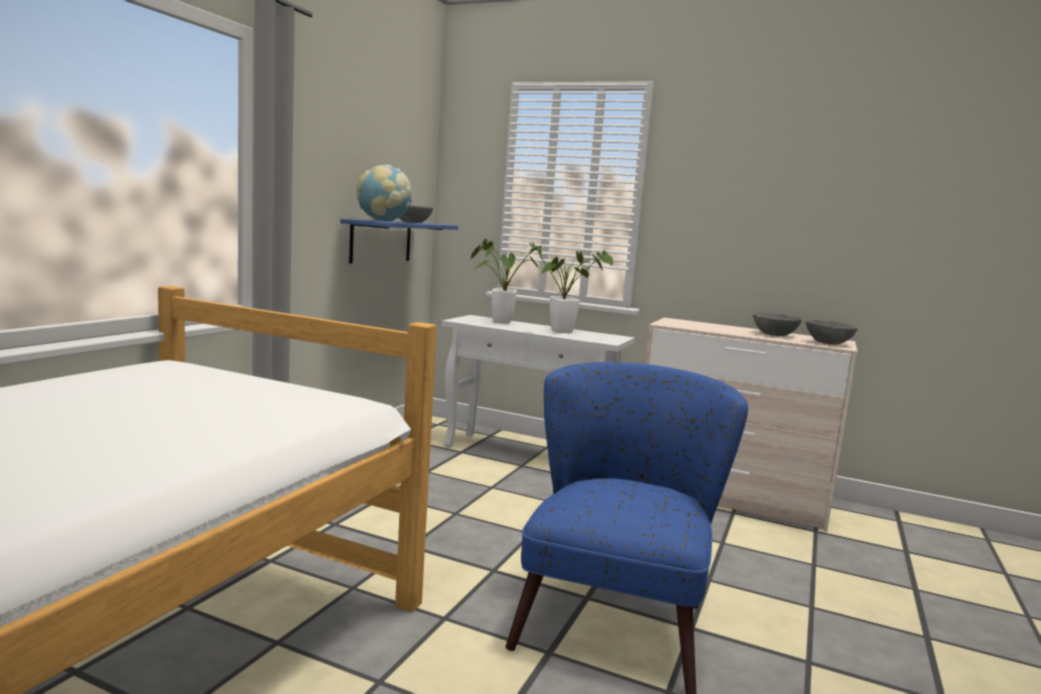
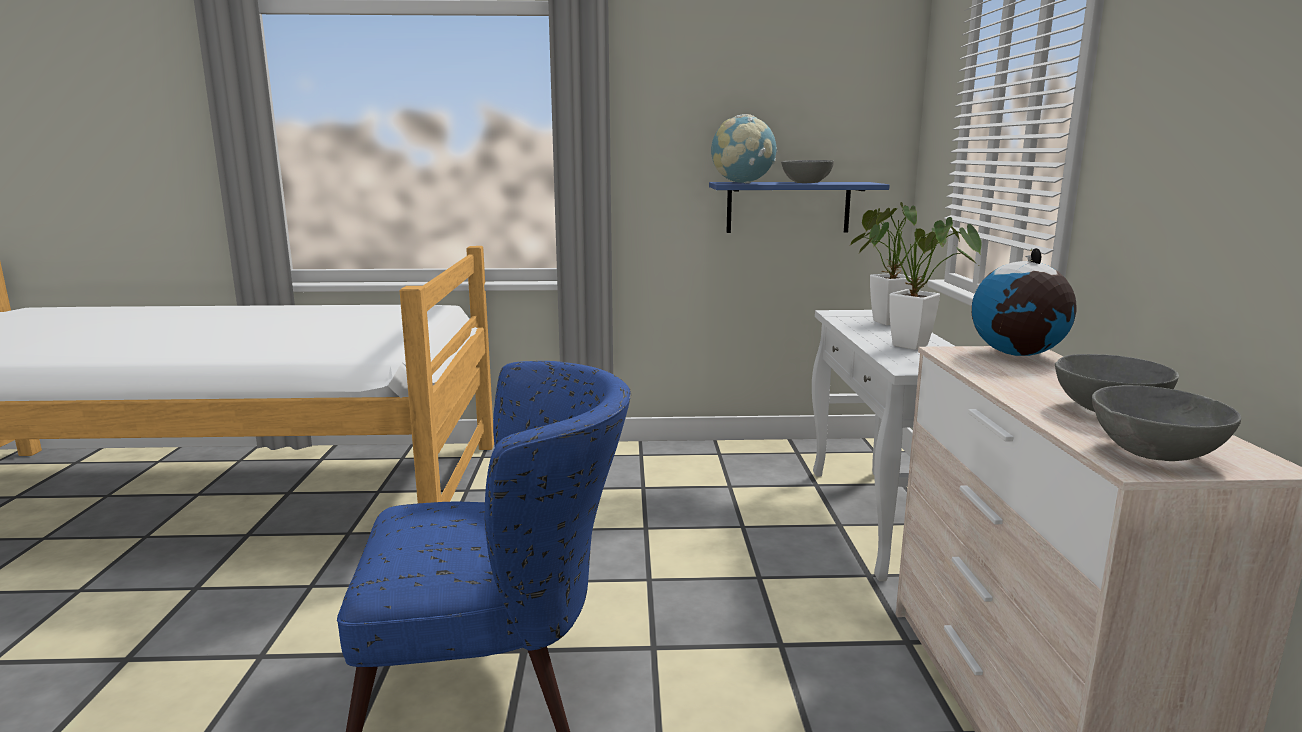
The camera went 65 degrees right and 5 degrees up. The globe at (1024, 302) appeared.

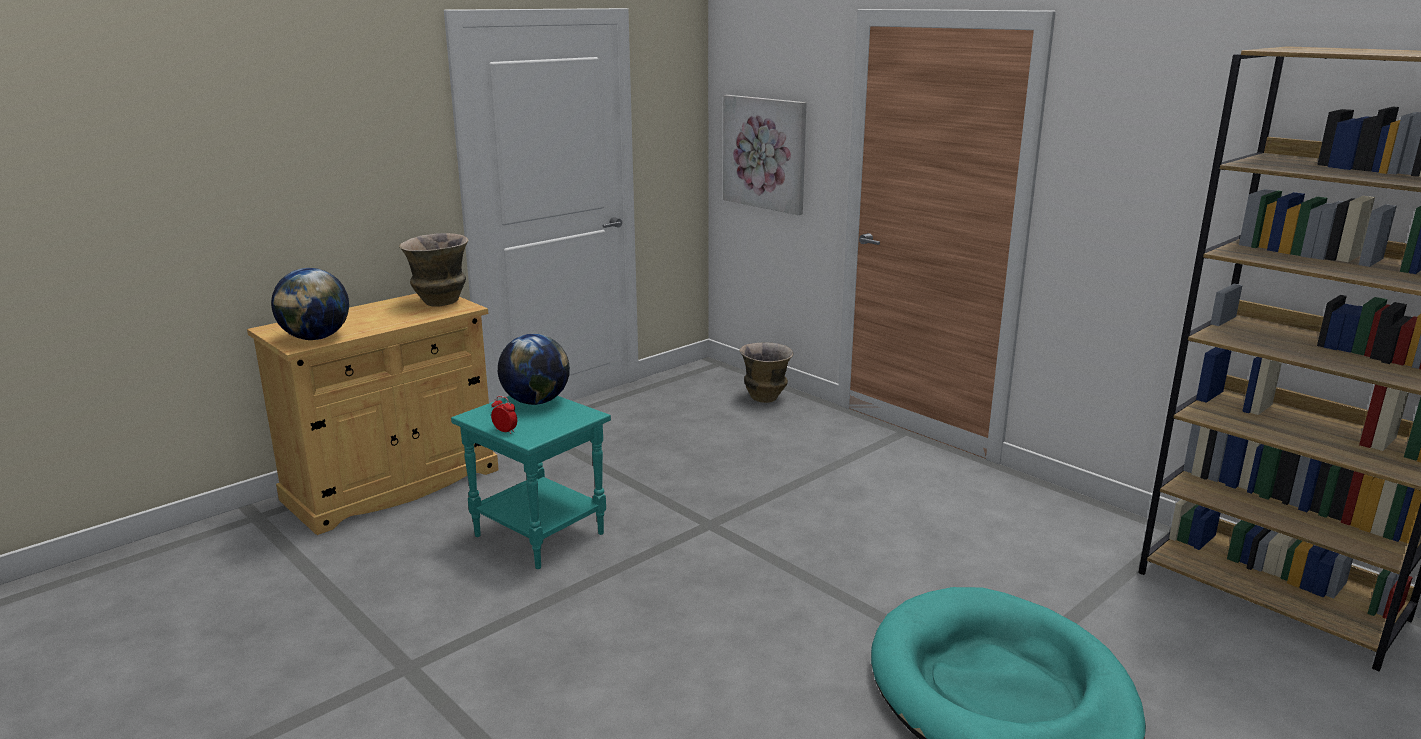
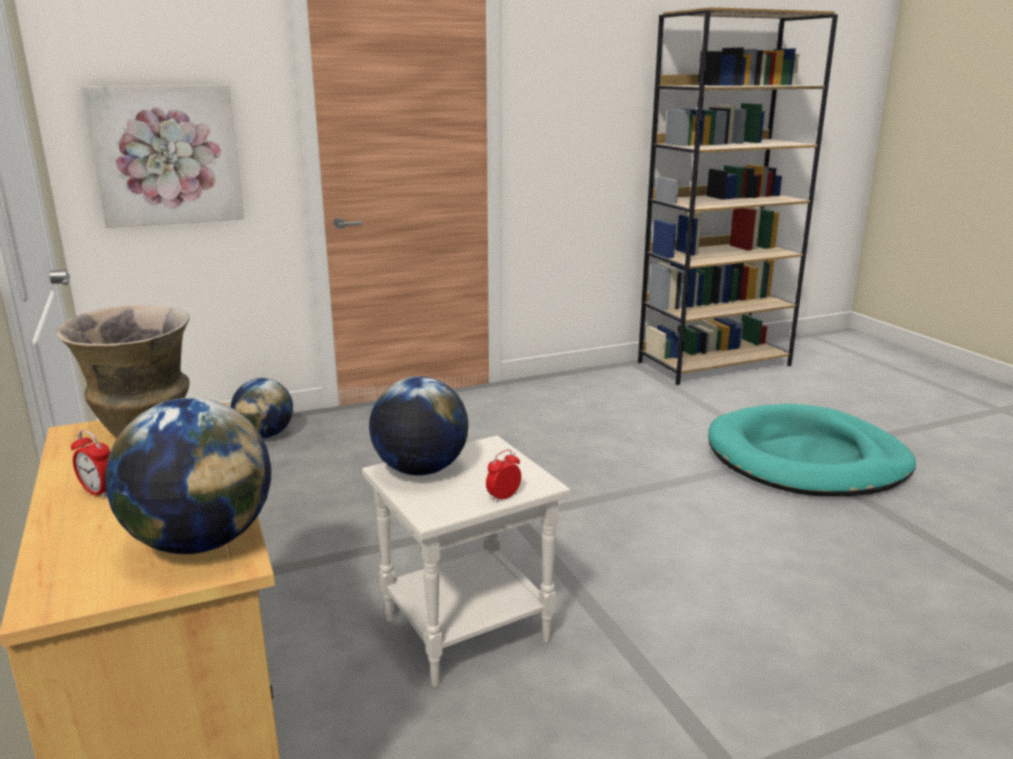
The camera went 70 degrees left and 0 degrees up. The alarm clock at (90, 464) appeared. The vase at (767, 372) was replaced by the globe at (261, 408). The side table in turquoise at (531, 482) became the side table in white at (466, 561).

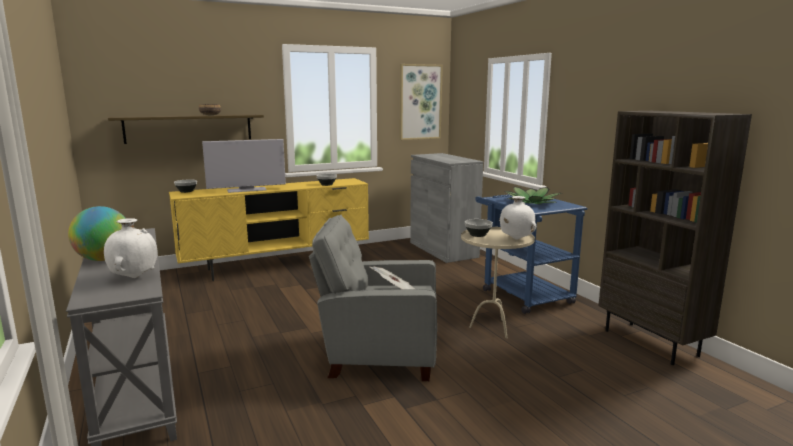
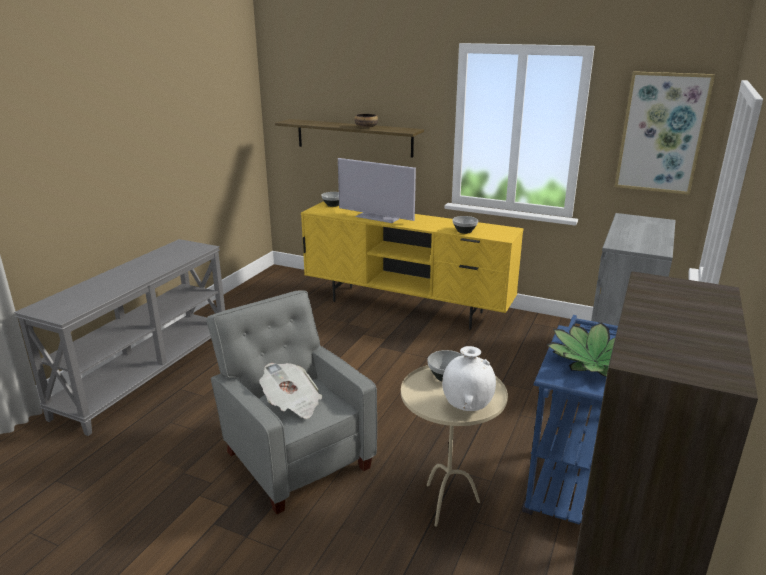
The camera went 50 degrees right and 10 degrees up. The globe at (97, 233) disappeared. The vase in white at (131, 248) disappeared.

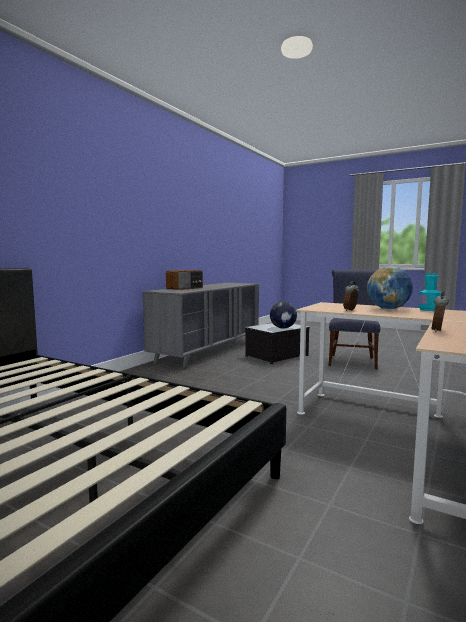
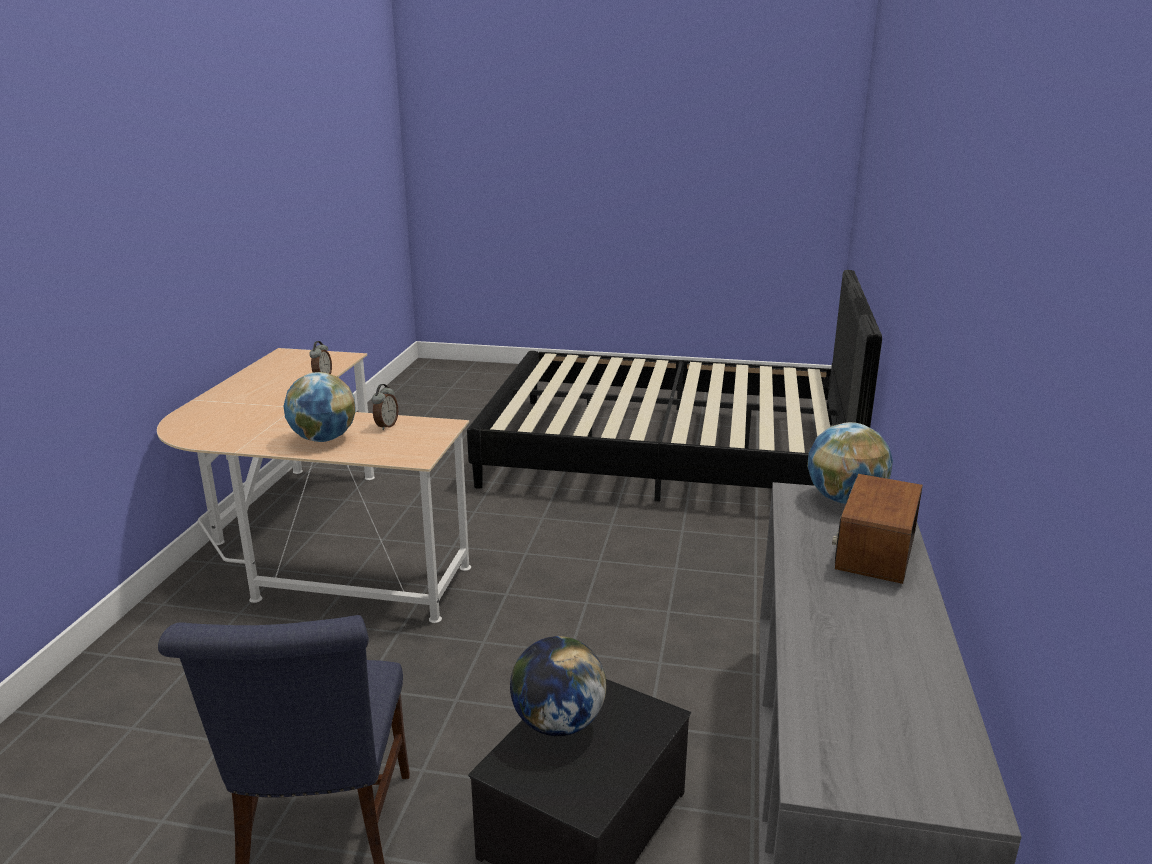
The camera went 160 degrees right and 15 degrees up. The globe at (850, 463) appeared. The bottle in turquoise at (430, 292) disappeared.

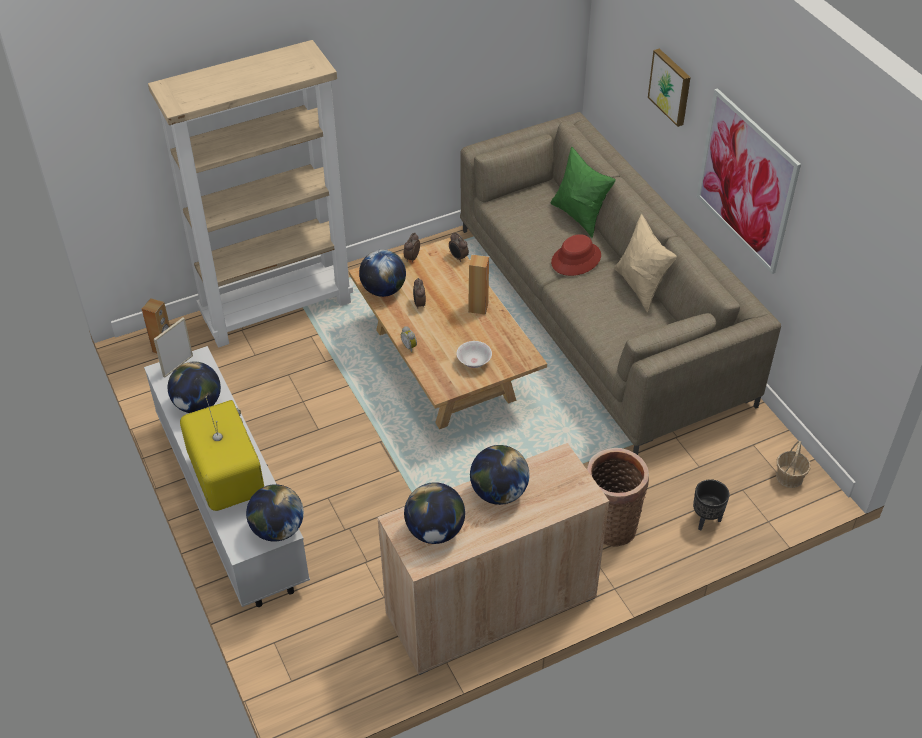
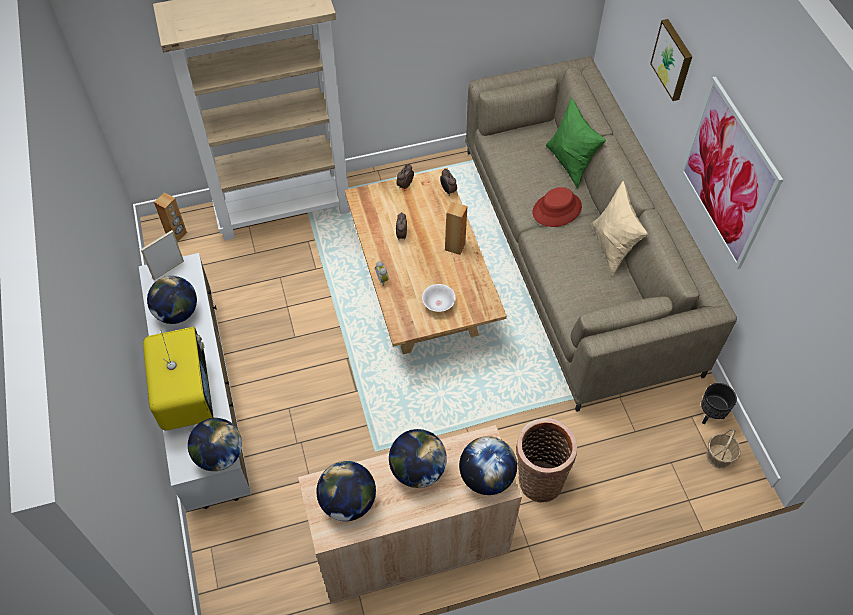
The camera went 10 degrees right and 10 degrees up. The globe moved from (382, 273) to (488, 465). The planter in black moved from (711, 504) to (719, 403).

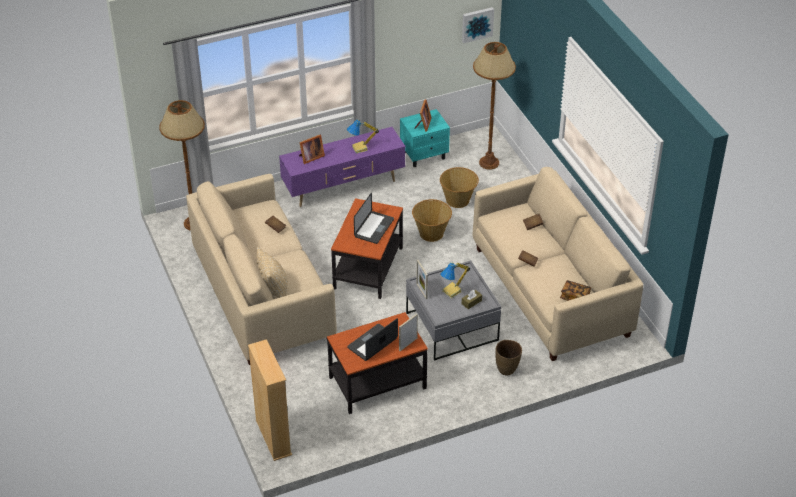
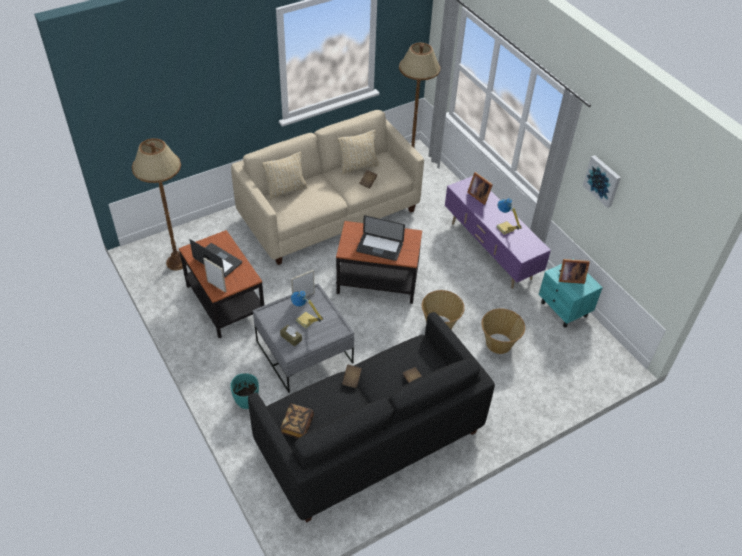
The camera went 80 degrees right and 5 degrees up. The floor lamp in brown moved from (494, 106) to (159, 204). The vase in brown at (508, 358) became the vase in turquoise at (244, 391). The sofa in beige at (558, 264) became the sofa in black at (371, 417). The pillow in beige at (358, 152) appeared. The picture moved from (478, 25) to (602, 181). The bookcase in beige at (270, 400) disappeared.

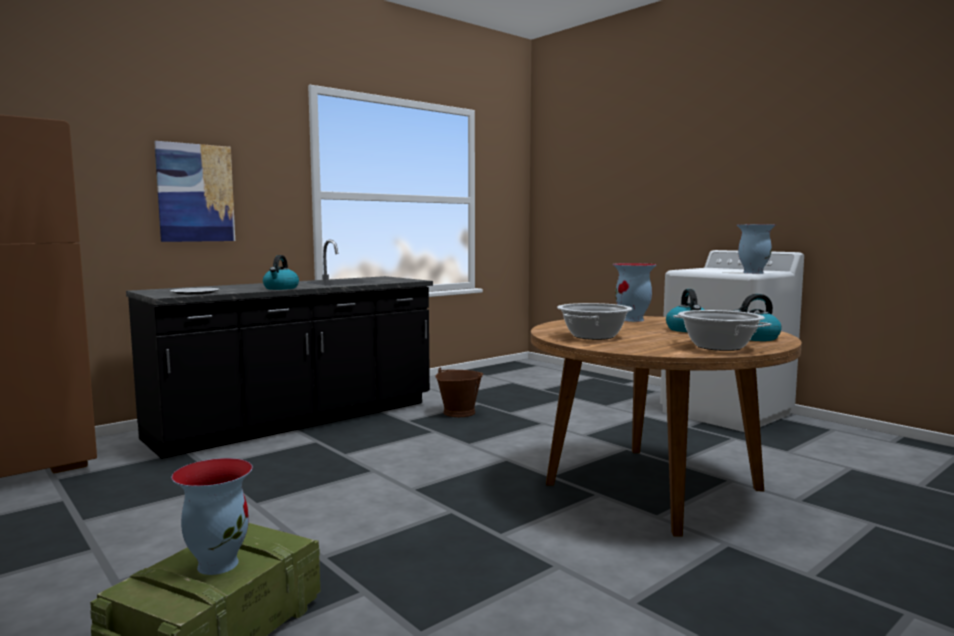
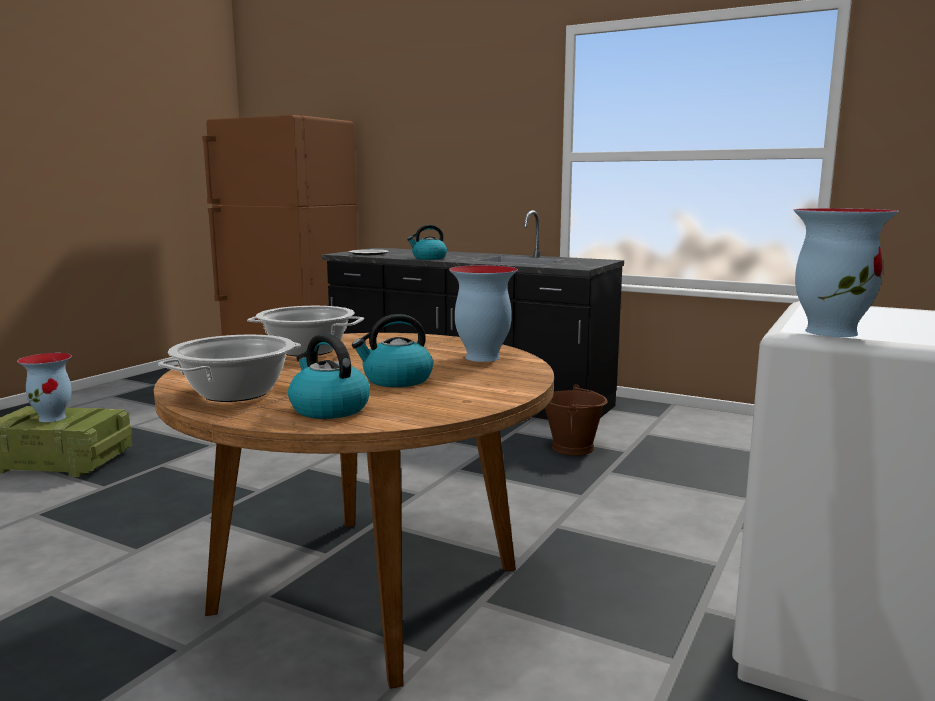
The camera went 70 degrees right and 5 degrees up. The picture at (194, 191) disappeared.

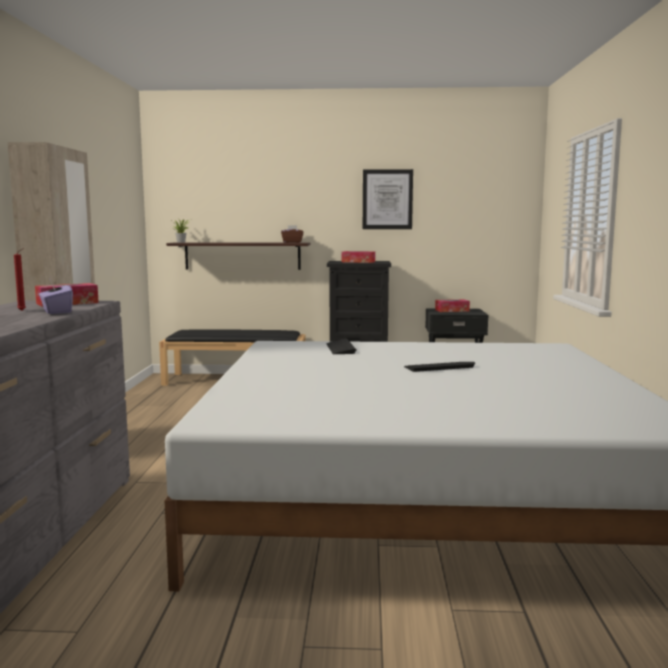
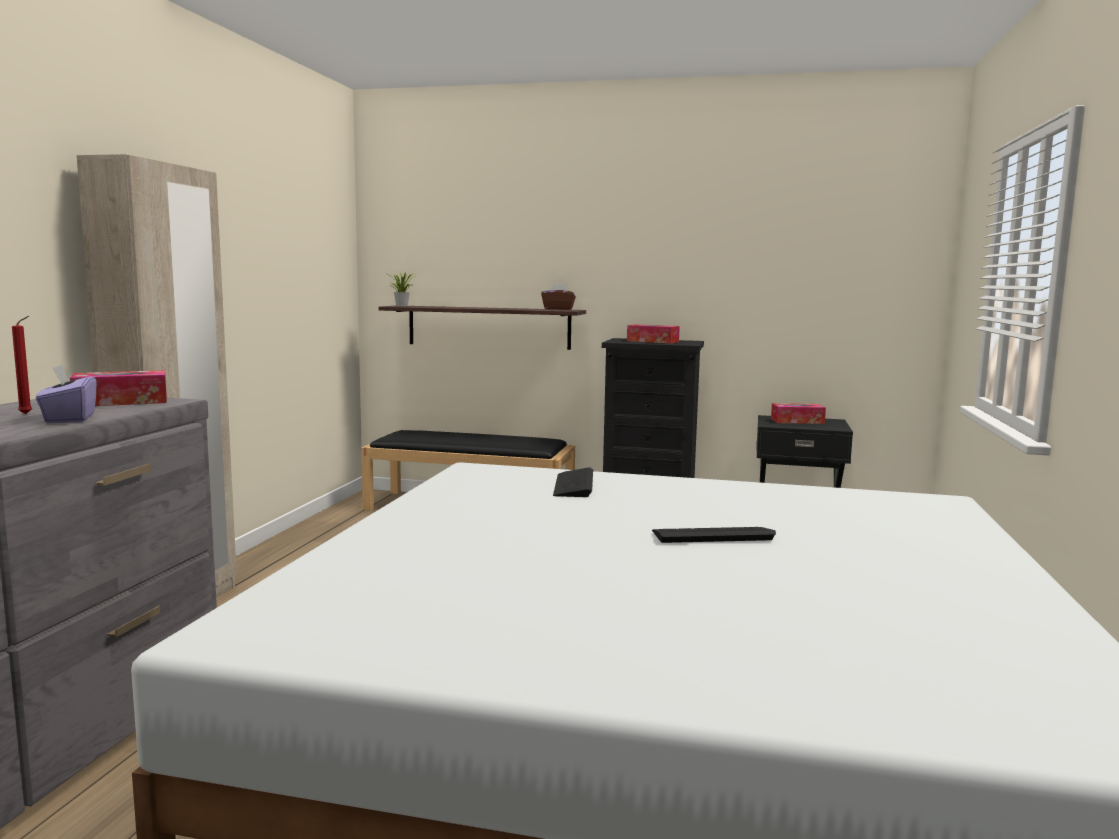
The camera went 10 degrees right and 0 degrees up. The picture at (388, 199) disappeared.

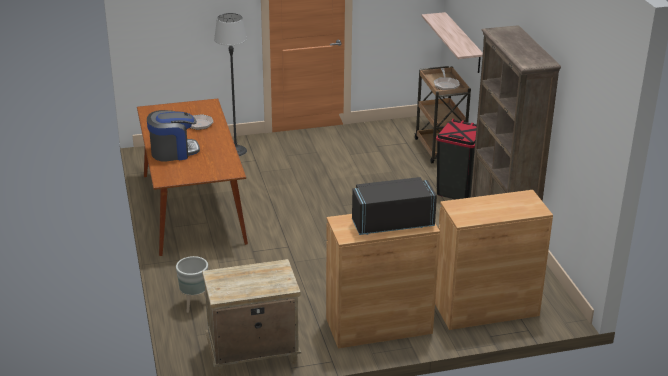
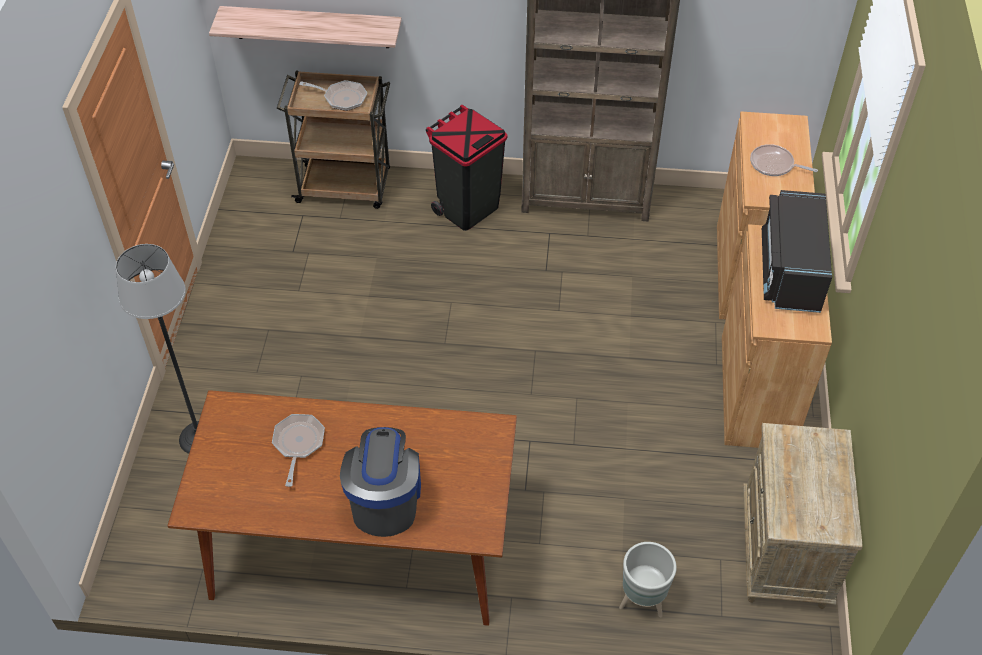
The camera went 70 degrees left and 20 degrees up. The frying pan at (784, 160) appeared.

